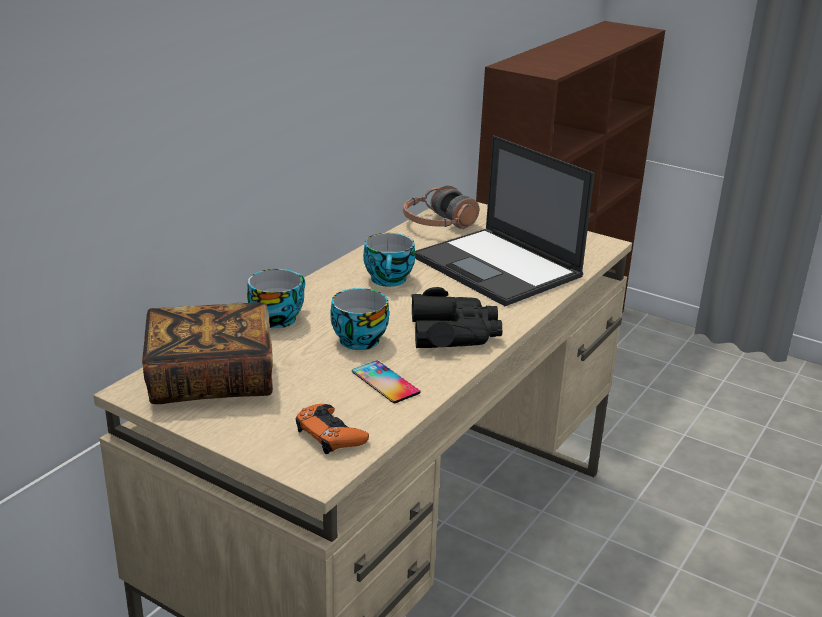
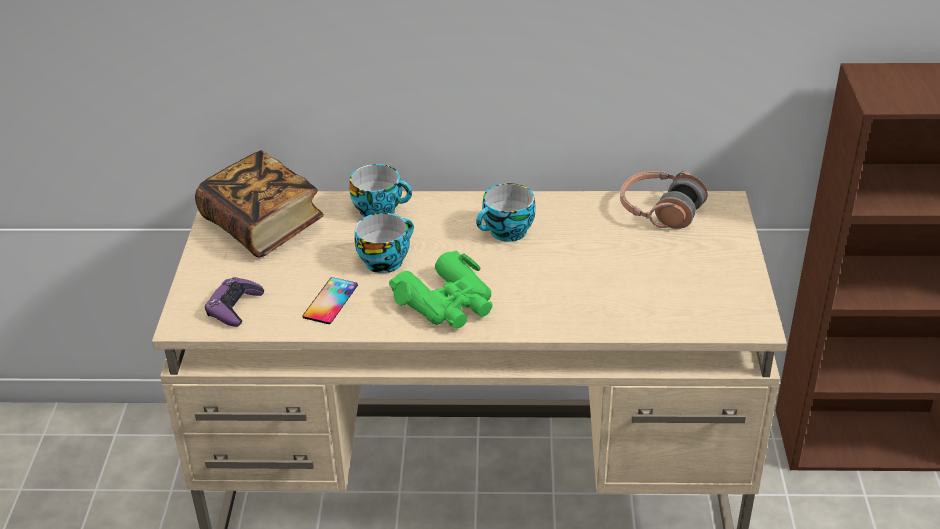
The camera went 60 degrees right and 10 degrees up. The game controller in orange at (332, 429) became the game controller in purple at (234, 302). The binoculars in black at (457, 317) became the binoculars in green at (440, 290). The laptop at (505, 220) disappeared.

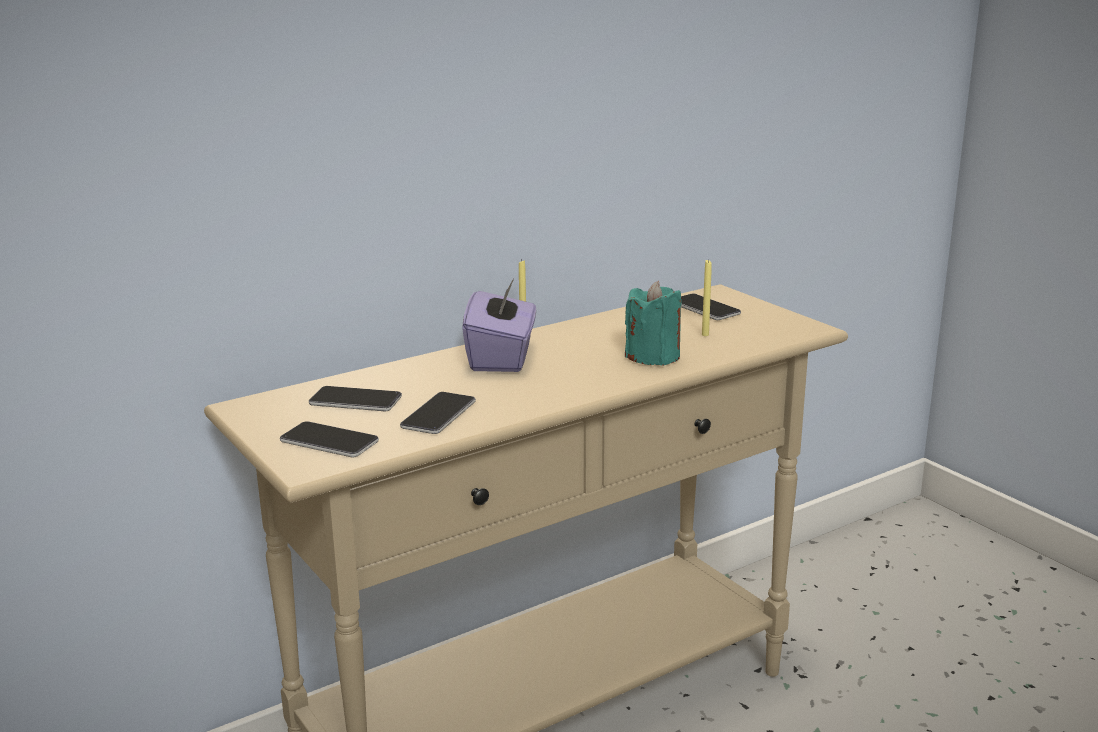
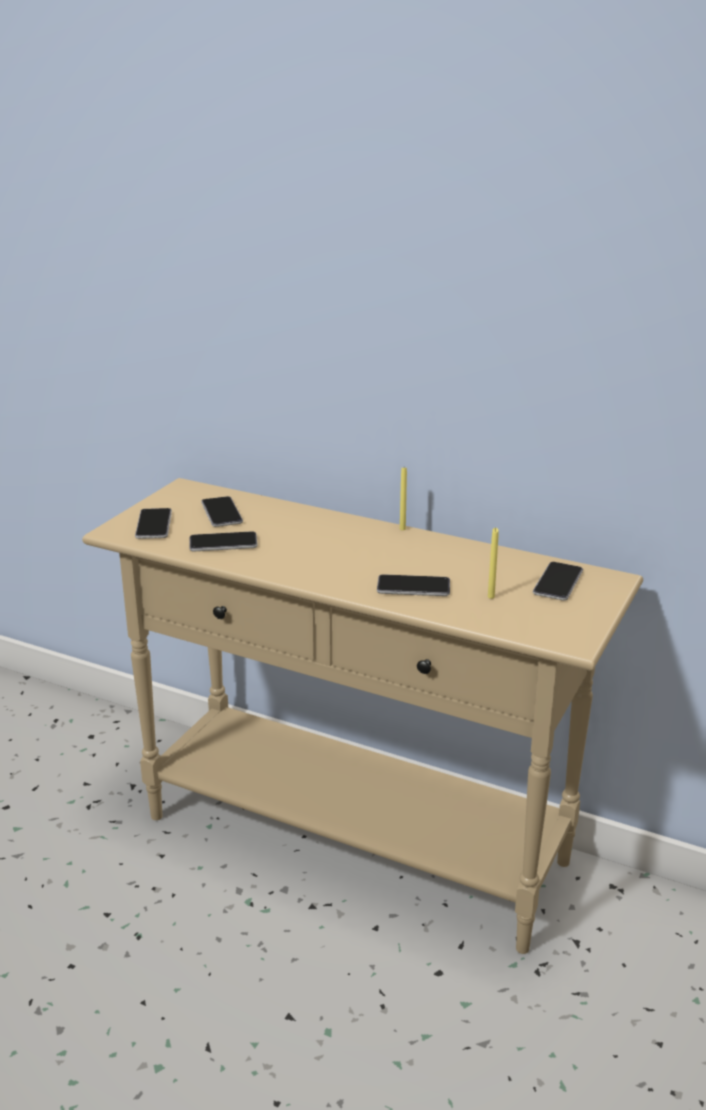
The camera went 60 degrees right and 5 degrees up. The candle in turquoise at (653, 323) was replaced by the phone at (413, 585). The tissue box in purple at (499, 324) disappeared.

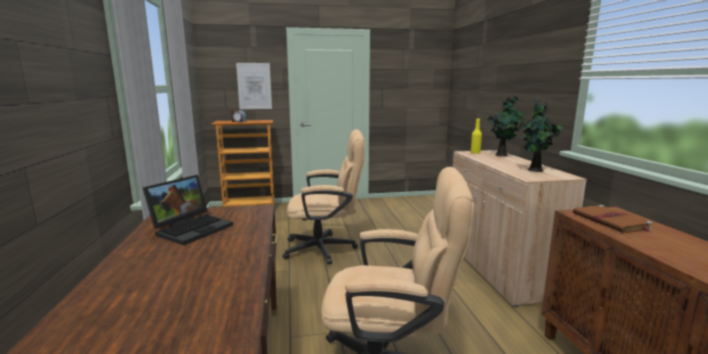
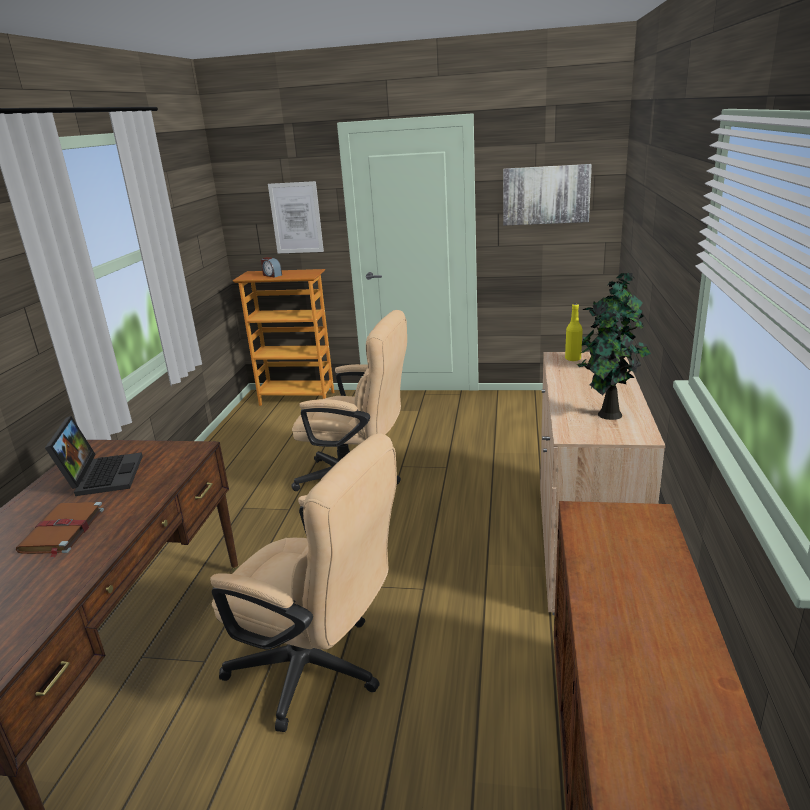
The camera went 20 degrees right and 10 degrees up. The book in brown moved from (613, 219) to (60, 530). The laptop at (188, 210) turned 60 degrees counterclockwise. The picture at (547, 195) appeared.

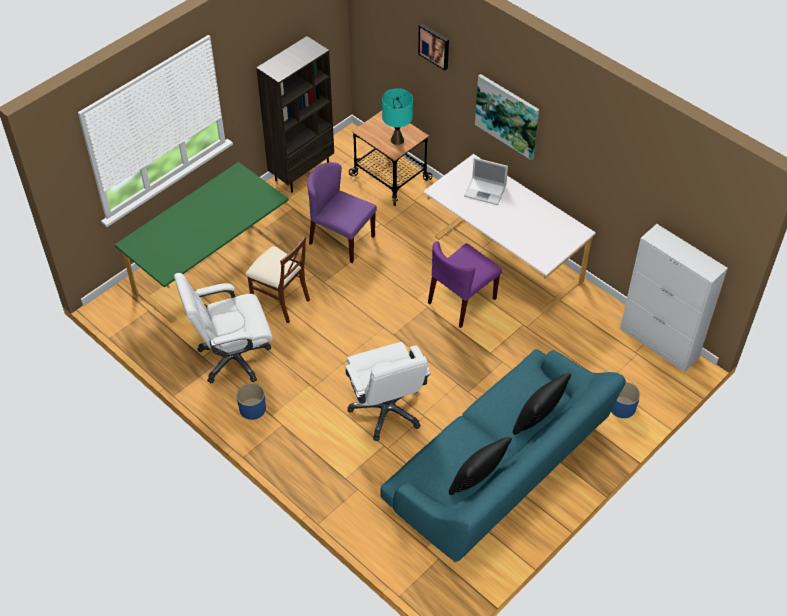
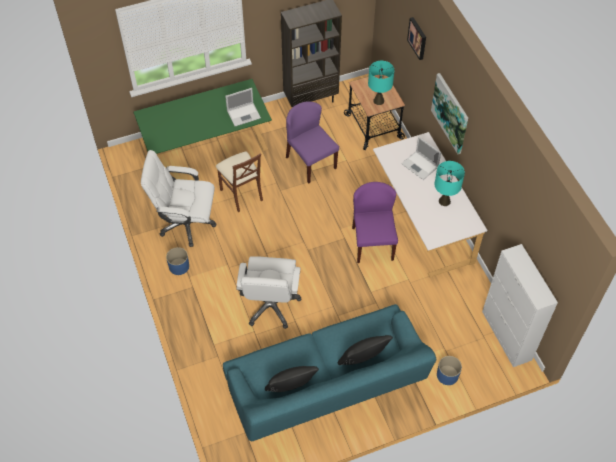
The camera went 25 degrees right and 5 degrees up. The laptop at (243, 107) appeared. The chair in purple at (465, 284) turned 105 degrees clockwise. The table lamp in turquoise at (449, 183) appeared.

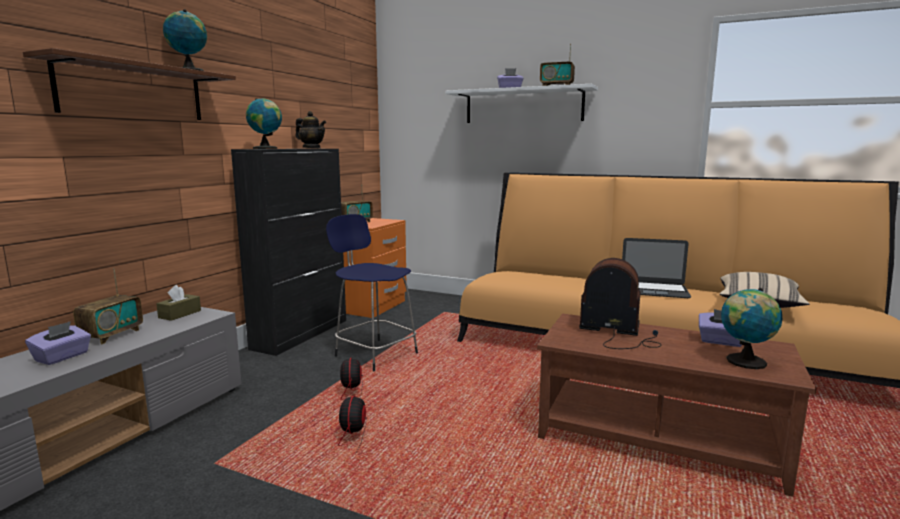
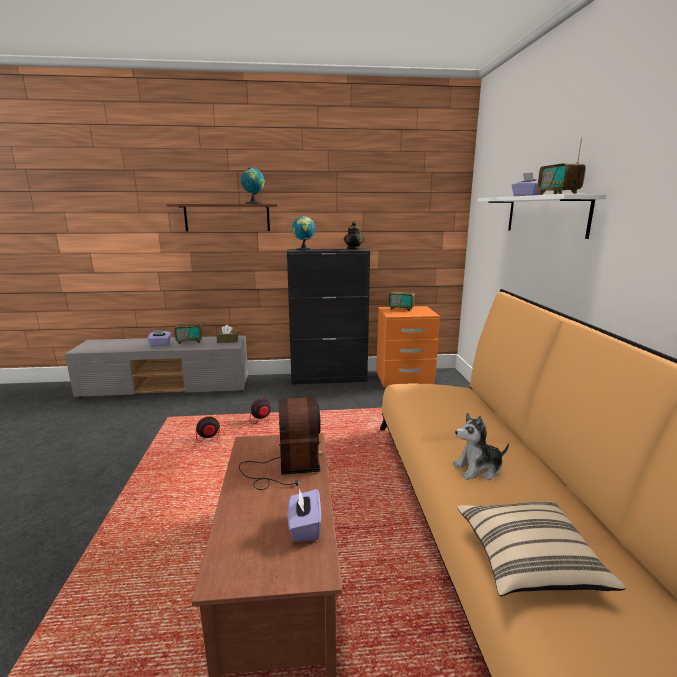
The camera went 60 degrees right and 5 degrees up. The laptop at (656, 268) was replaced by the plush toy at (480, 446). The stool in blue at (372, 292) disappeared. The globe at (751, 328) disappeared.

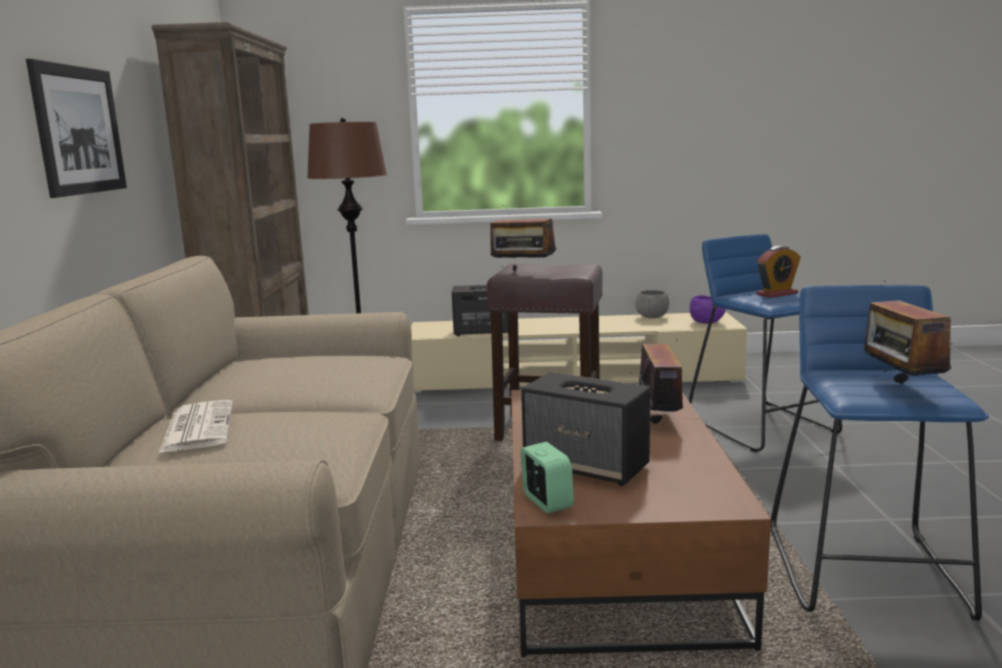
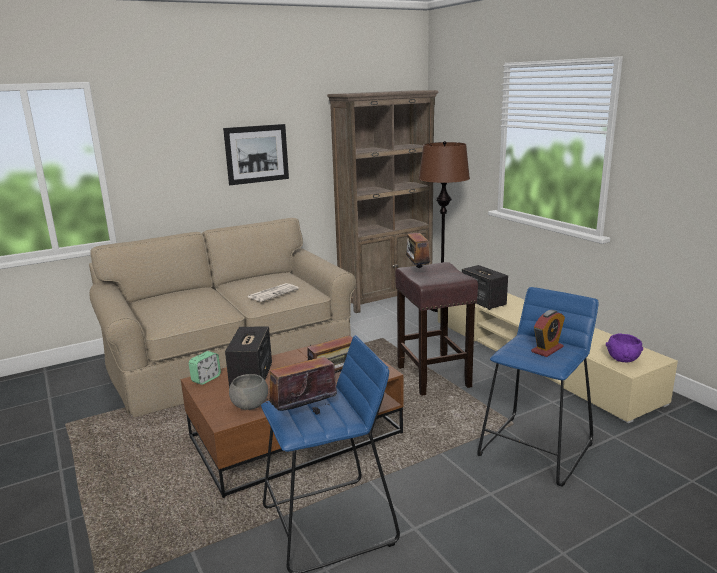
The camera went 60 degrees right and 5 degrees up. The bowl in grey moved from (652, 304) to (248, 392). The newspaper moved from (196, 426) to (273, 292). The alarm clock at (778, 272) turned 75 degrees counterclockwise.

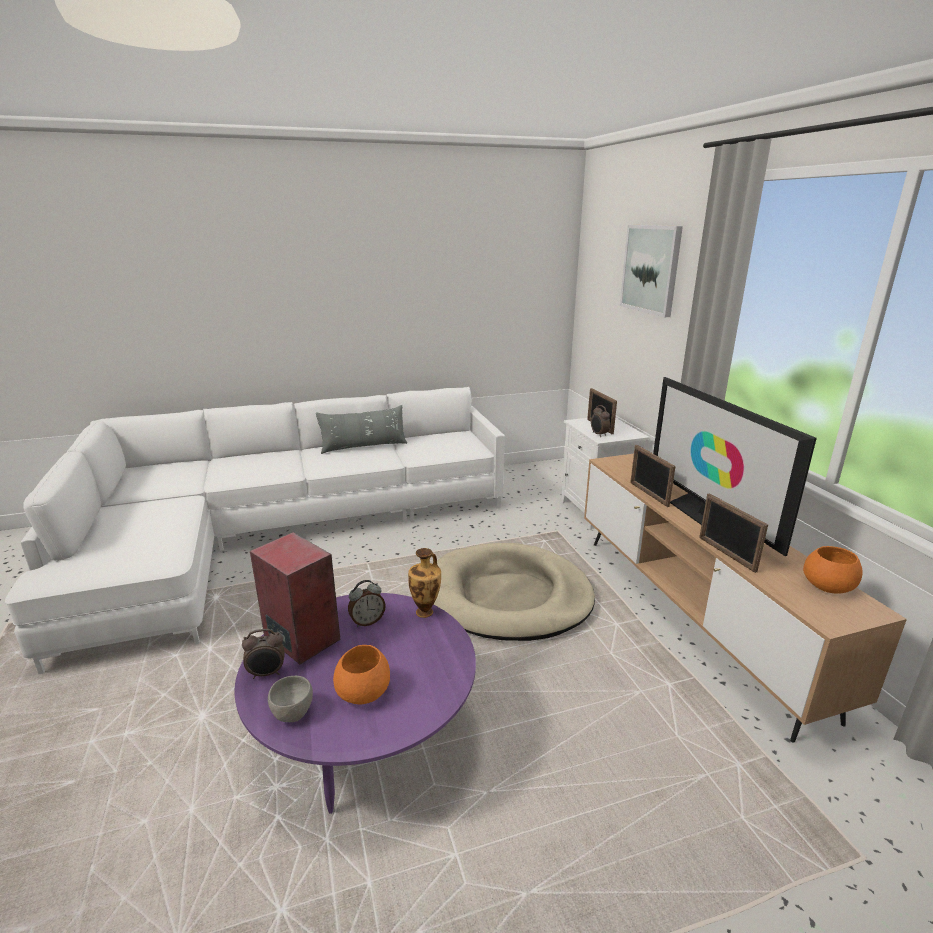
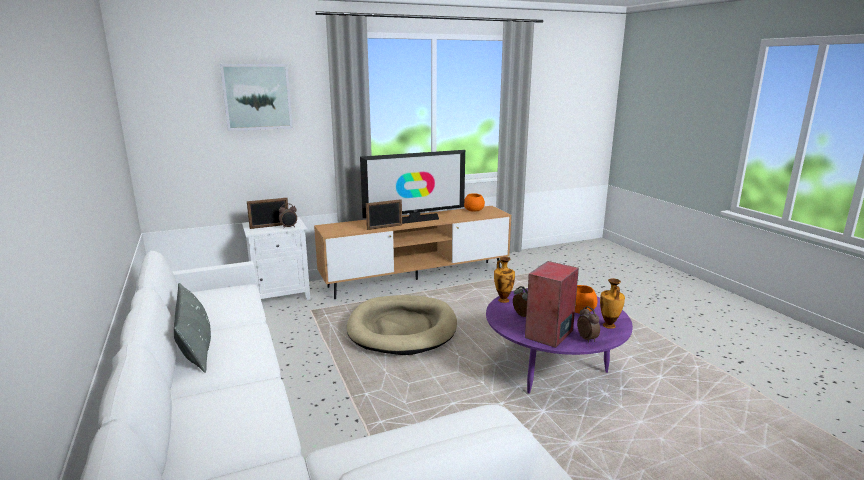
The camera went 95 degrees left and 5 degrees down. The bowl in grey at (290, 699) was replaced by the vase at (612, 303). The picture frame at (733, 533) disappeared.

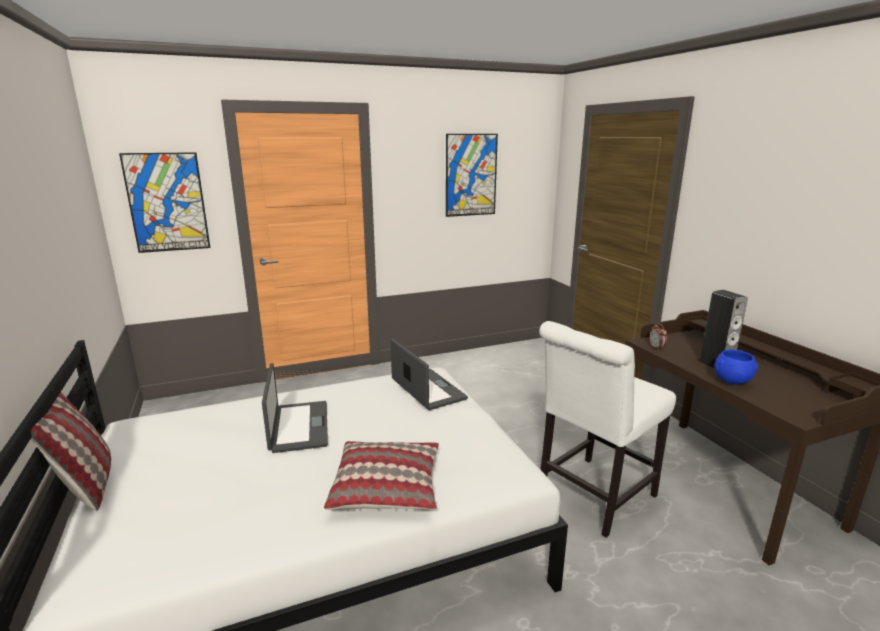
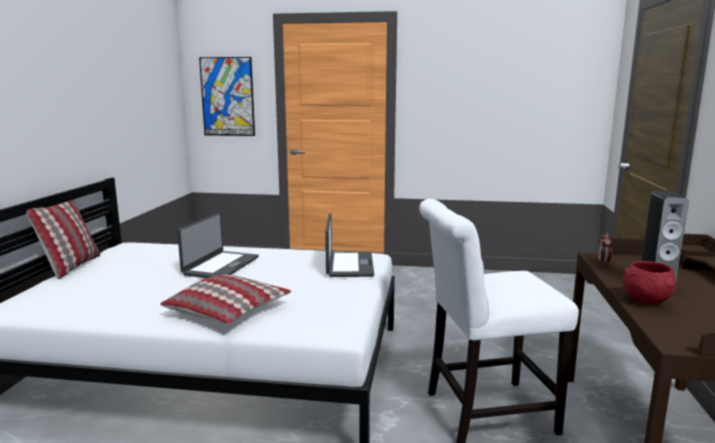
The camera went 30 degrees right and 5 degrees down. The bowl in blue at (736, 367) became the bowl in red at (649, 282). The picture at (472, 175) disappeared.

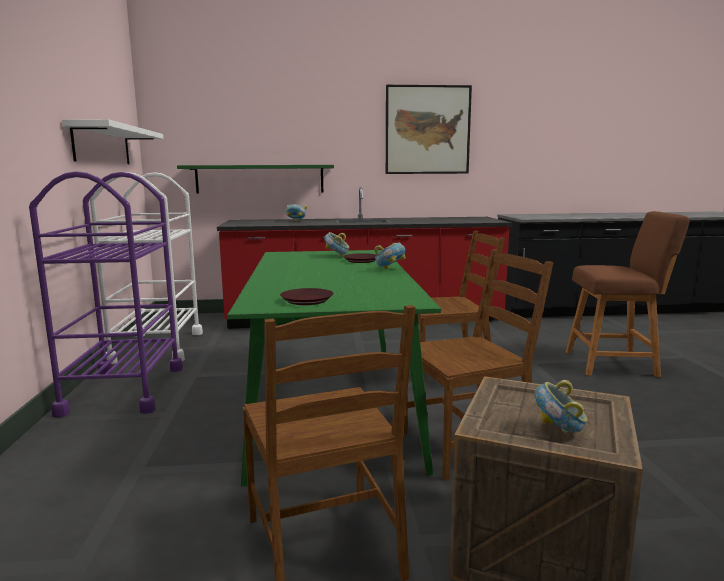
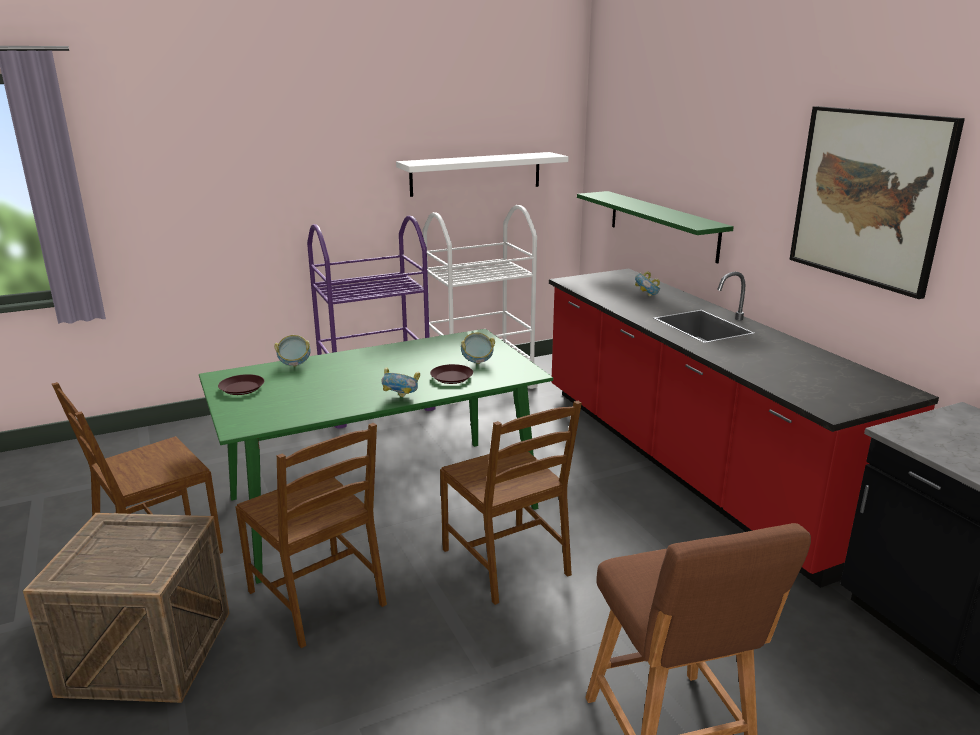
The camera went 70 degrees right and 10 degrees up. The bowl moved from (561, 406) to (292, 351).

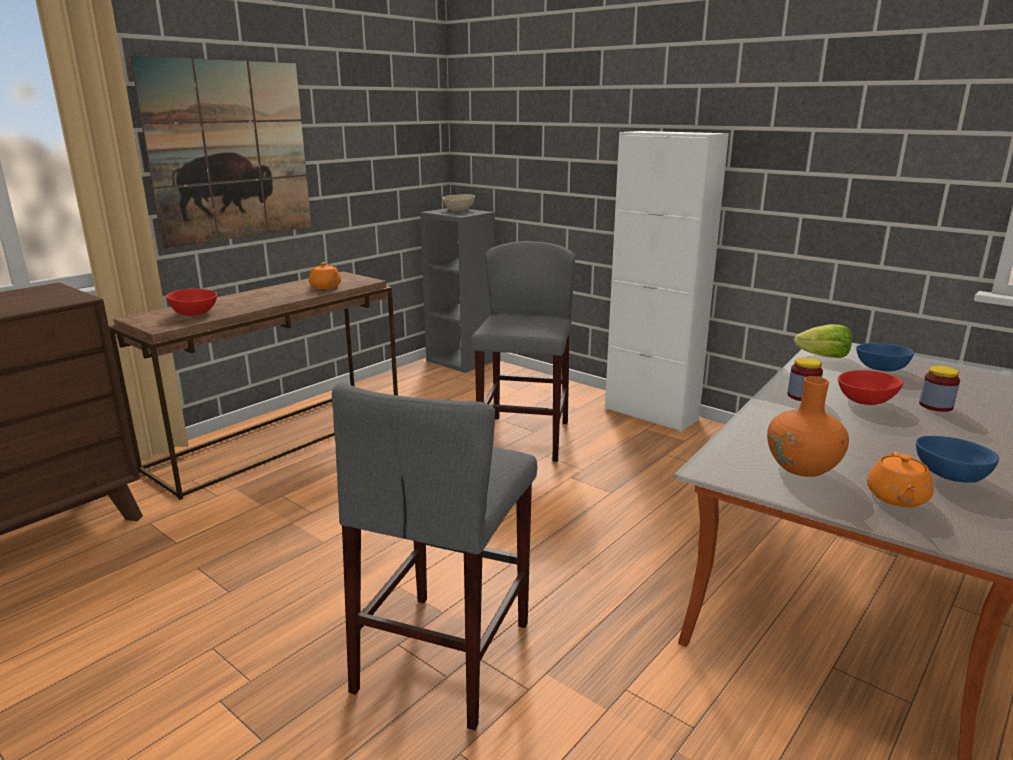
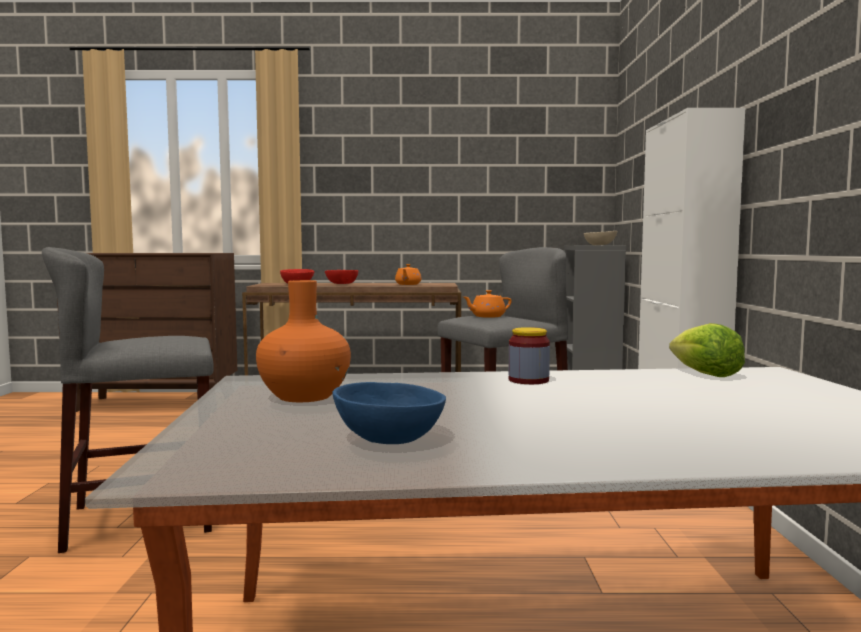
The camera went 50 degrees right and 15 degrees down. The bowl in red moved from (870, 387) to (341, 277). The teapot in orange moved from (900, 479) to (488, 304). The picture at (221, 152) disappeared. The bowl in blue at (885, 357) disappeared. The jar at (939, 389) disappeared.

